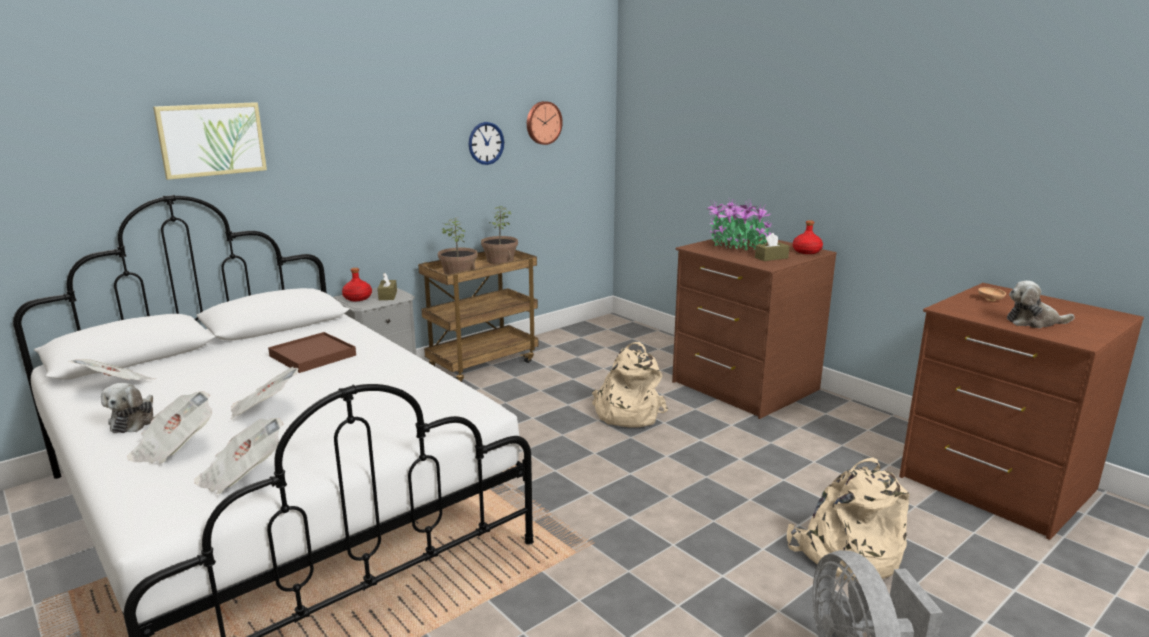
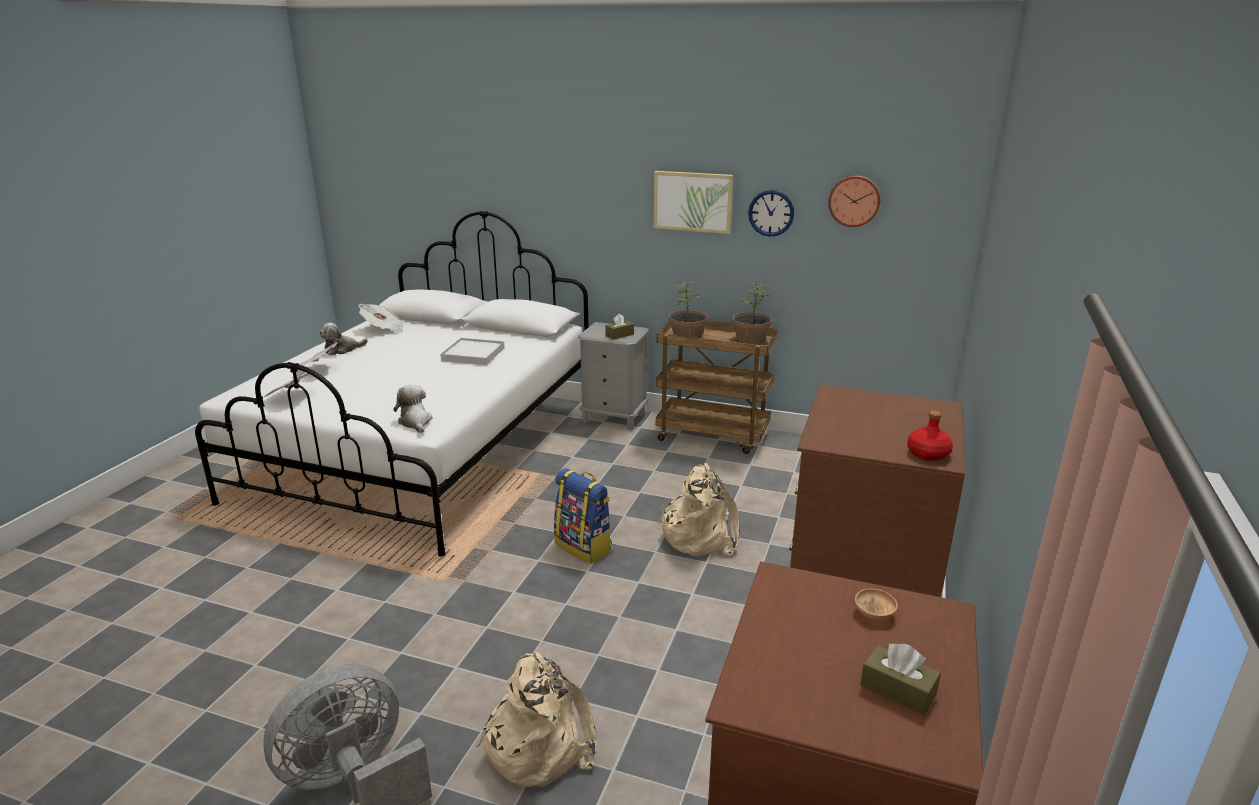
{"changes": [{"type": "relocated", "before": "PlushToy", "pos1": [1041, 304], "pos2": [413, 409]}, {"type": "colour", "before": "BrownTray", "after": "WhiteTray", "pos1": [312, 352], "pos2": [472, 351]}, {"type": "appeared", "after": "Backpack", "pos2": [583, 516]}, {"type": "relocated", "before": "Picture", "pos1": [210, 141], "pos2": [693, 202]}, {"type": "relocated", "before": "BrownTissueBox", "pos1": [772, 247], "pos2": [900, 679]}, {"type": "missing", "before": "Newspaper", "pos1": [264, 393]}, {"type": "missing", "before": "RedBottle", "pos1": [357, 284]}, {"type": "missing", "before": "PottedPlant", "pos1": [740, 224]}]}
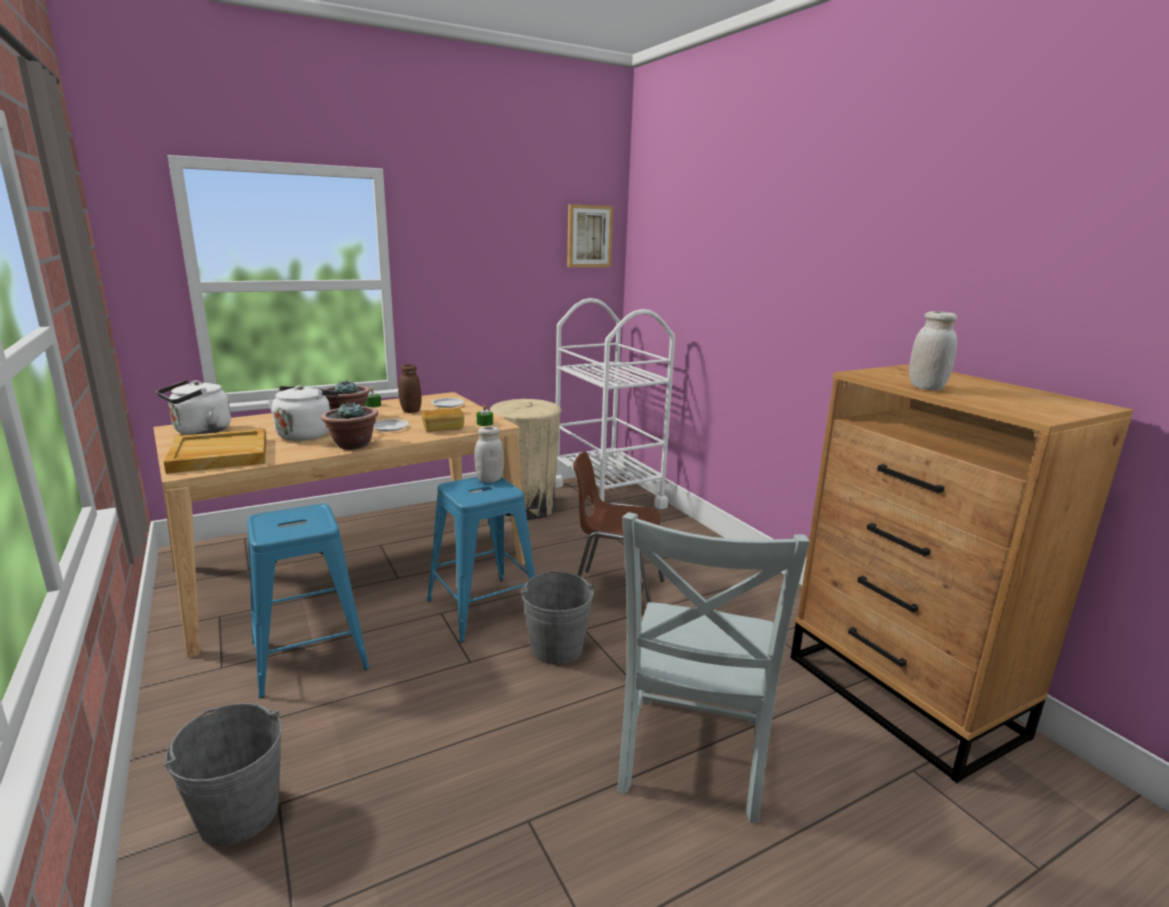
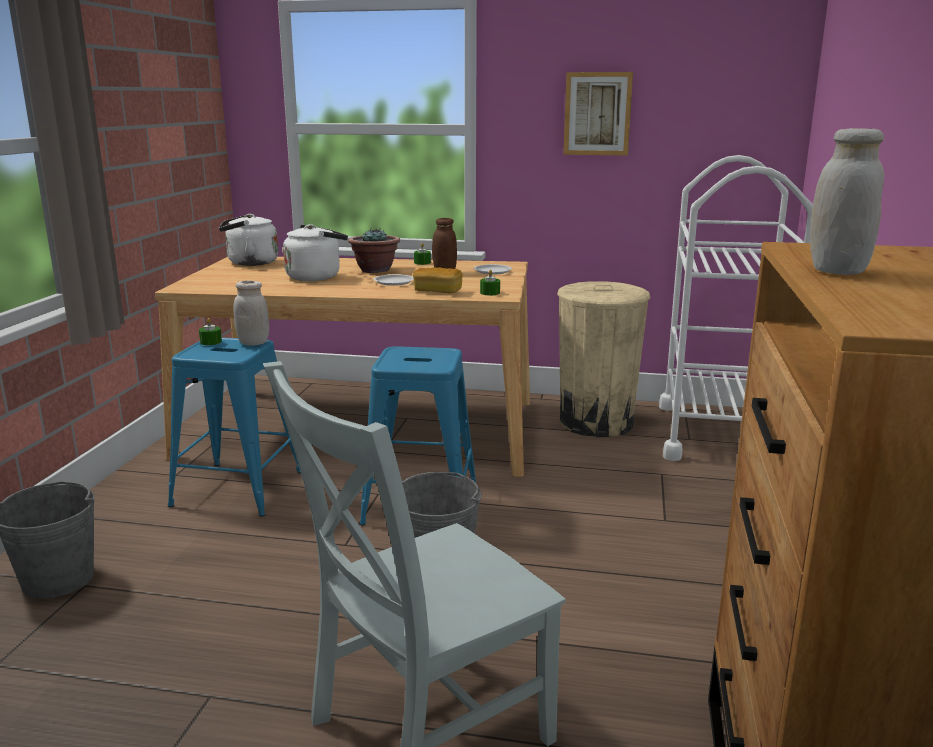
{"changes": [{"type": "appeared", "after": "GreenCandle", "pos2": [210, 331]}, {"type": "relocated", "before": "WhiteJar", "pos1": [489, 454], "pos2": [251, 313]}, {"type": "relocated", "before": "Picture", "pos1": [590, 235], "pos2": [598, 114]}, {"type": "missing", "before": "BeigeTray", "pos1": [215, 451]}, {"type": "missing", "before": "PottedPlant", "pos1": [349, 425]}, {"type": "missing", "before": "BrownChair", "pos1": [618, 528]}]}
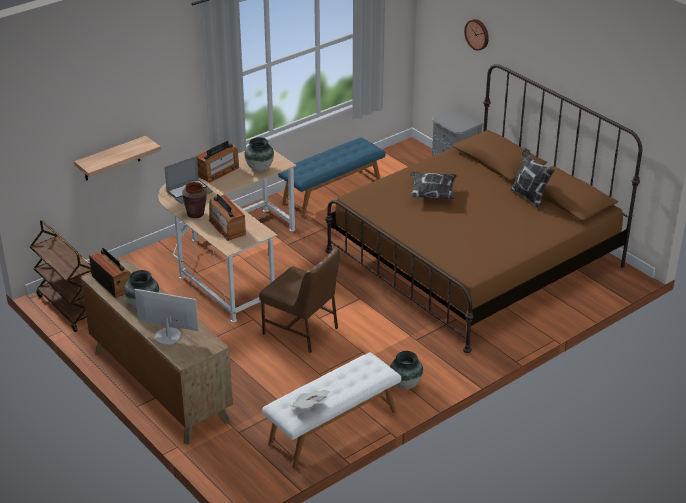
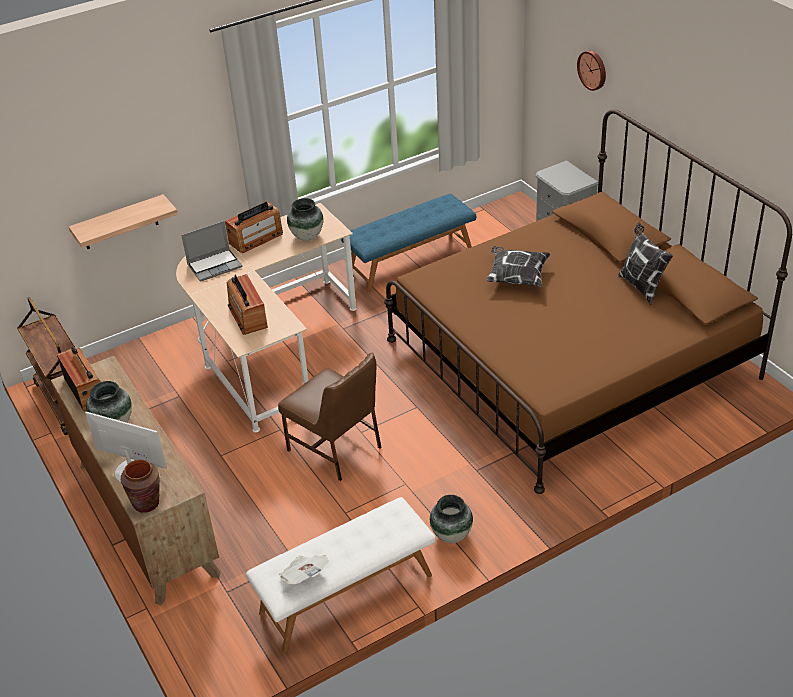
{"changes": [{"type": "relocated", "before": "BrownVase", "pos1": [194, 200], "pos2": [140, 486]}]}
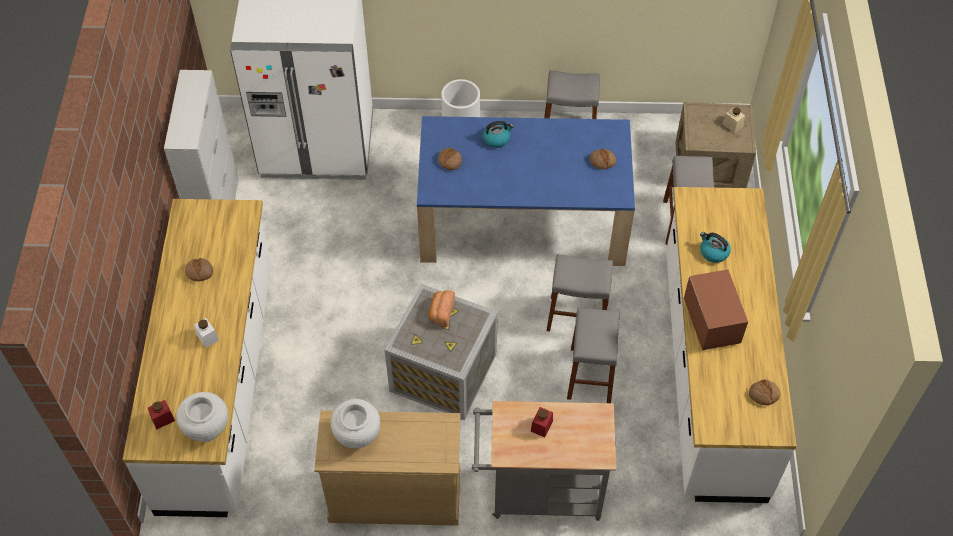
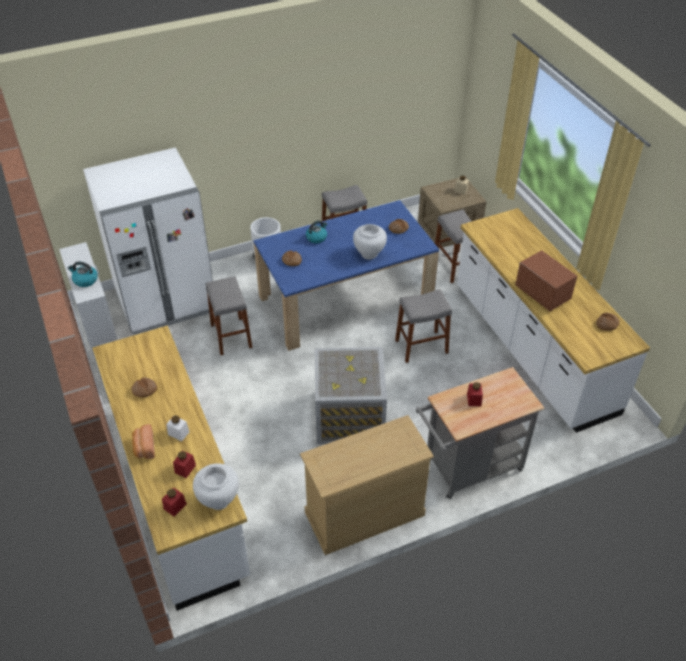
{"changes": [{"type": "relocated", "before": "Kettle", "pos1": [715, 247], "pos2": [83, 274]}, {"type": "relocated", "before": "Bread", "pos1": [441, 309], "pos2": [143, 441]}, {"type": "appeared", "after": "RedJar", "pos2": [184, 464]}, {"type": "relocated", "before": "GreyStool", "pos1": [593, 355], "pos2": [229, 315]}, {"type": "relocated", "before": "WhiteVase", "pos1": [355, 424], "pos2": [370, 242]}]}
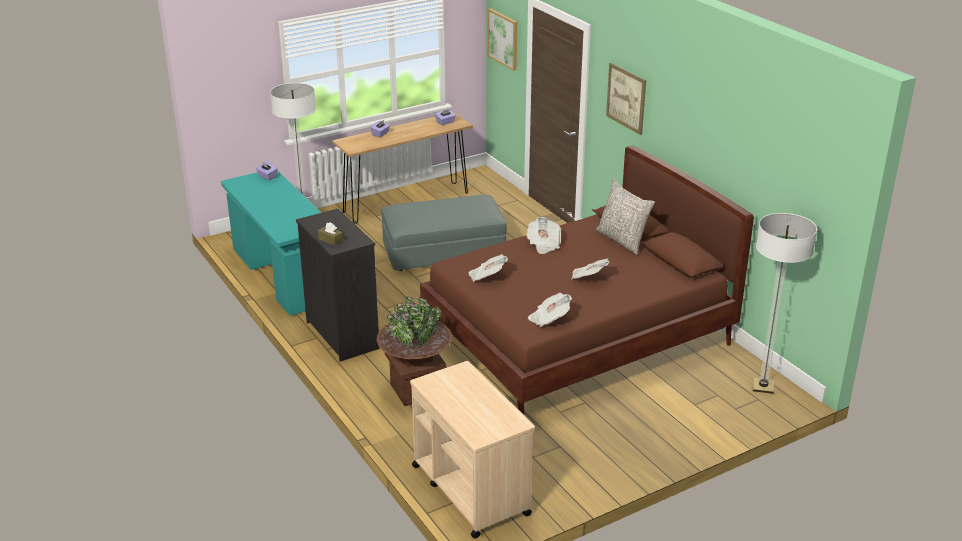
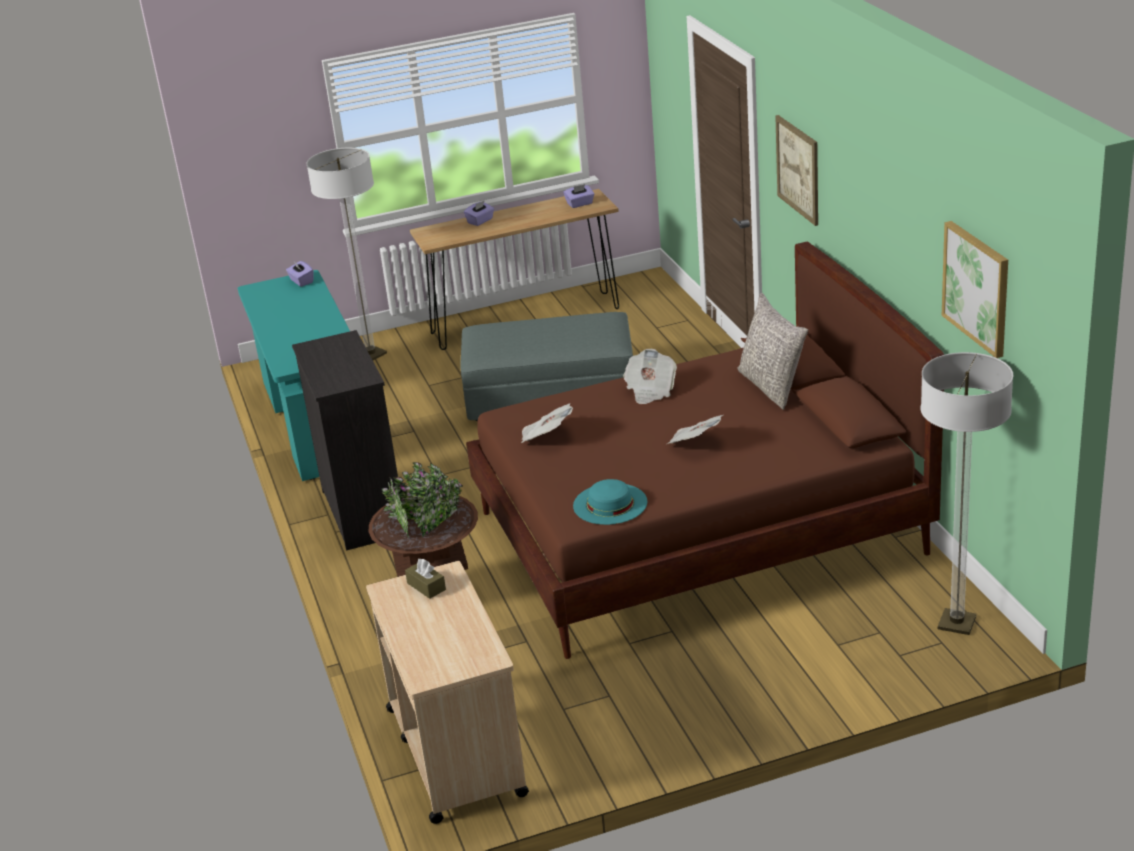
{"changes": [{"type": "relocated", "before": "BrownTissueBox", "pos1": [330, 234], "pos2": [425, 579]}, {"type": "exchanged", "before": "Newspaper", "after": "TurquoiseHat", "pos1": [550, 310], "pos2": [610, 502]}, {"type": "relocated", "before": "Picture", "pos1": [502, 39], "pos2": [975, 289]}]}
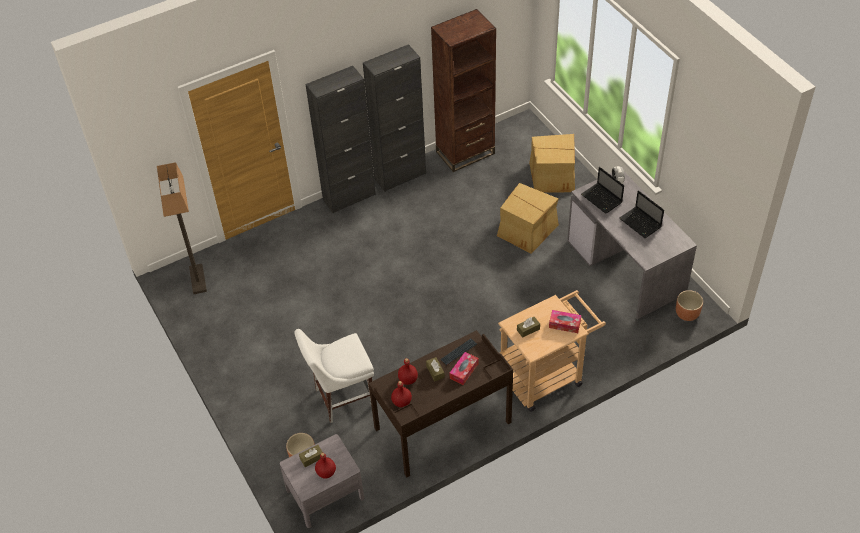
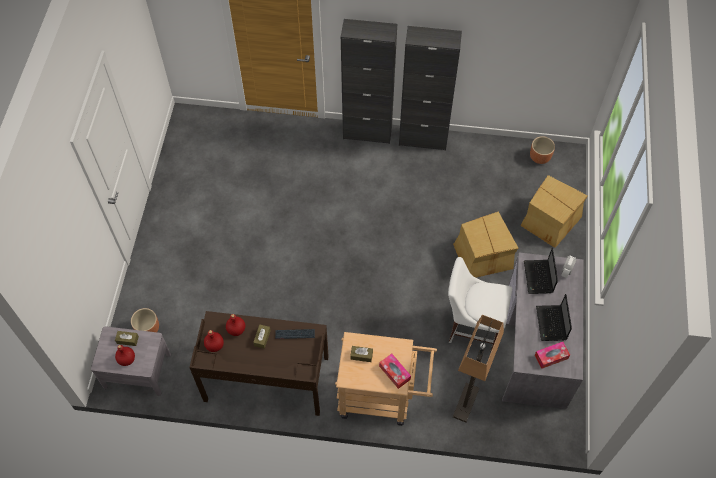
{"changes": [{"type": "relocated", "before": "WhiteChair", "pos1": [334, 376], "pos2": [480, 304]}, {"type": "relocated", "before": "FloorLamp", "pos1": [182, 228], "pos2": [478, 369]}, {"type": "relocated", "before": "BrownPlanter", "pos1": [689, 305], "pos2": [542, 150]}, {"type": "relocated", "before": "TissueBox", "pos1": [464, 368], "pos2": [552, 355]}, {"type": "missing", "before": "BrownBookcase", "pos1": [463, 90]}]}
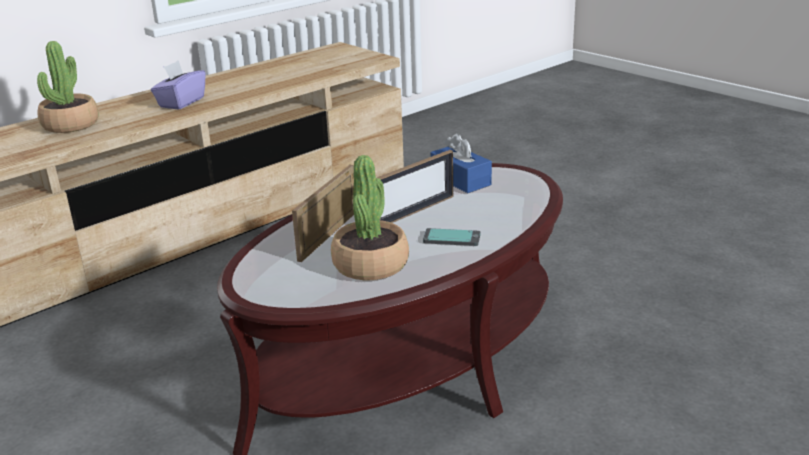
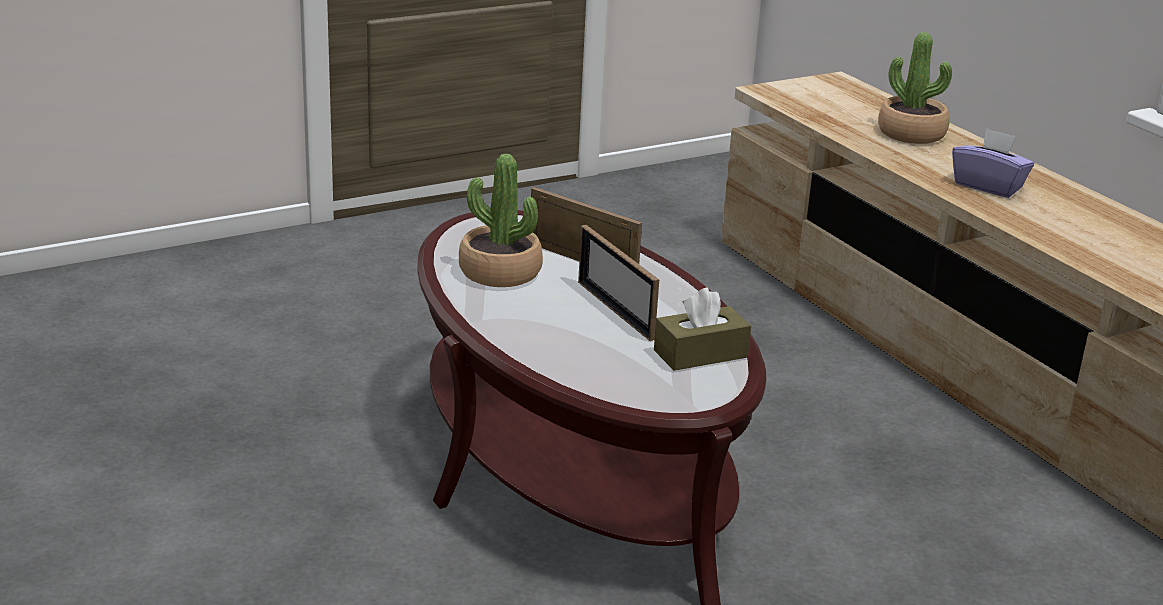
{"changes": [{"type": "colour", "before": "BlueTissueBox", "after": "BrownTissueBox", "pos1": [461, 163], "pos2": [702, 329]}, {"type": "missing", "before": "Phone", "pos1": [451, 237]}]}
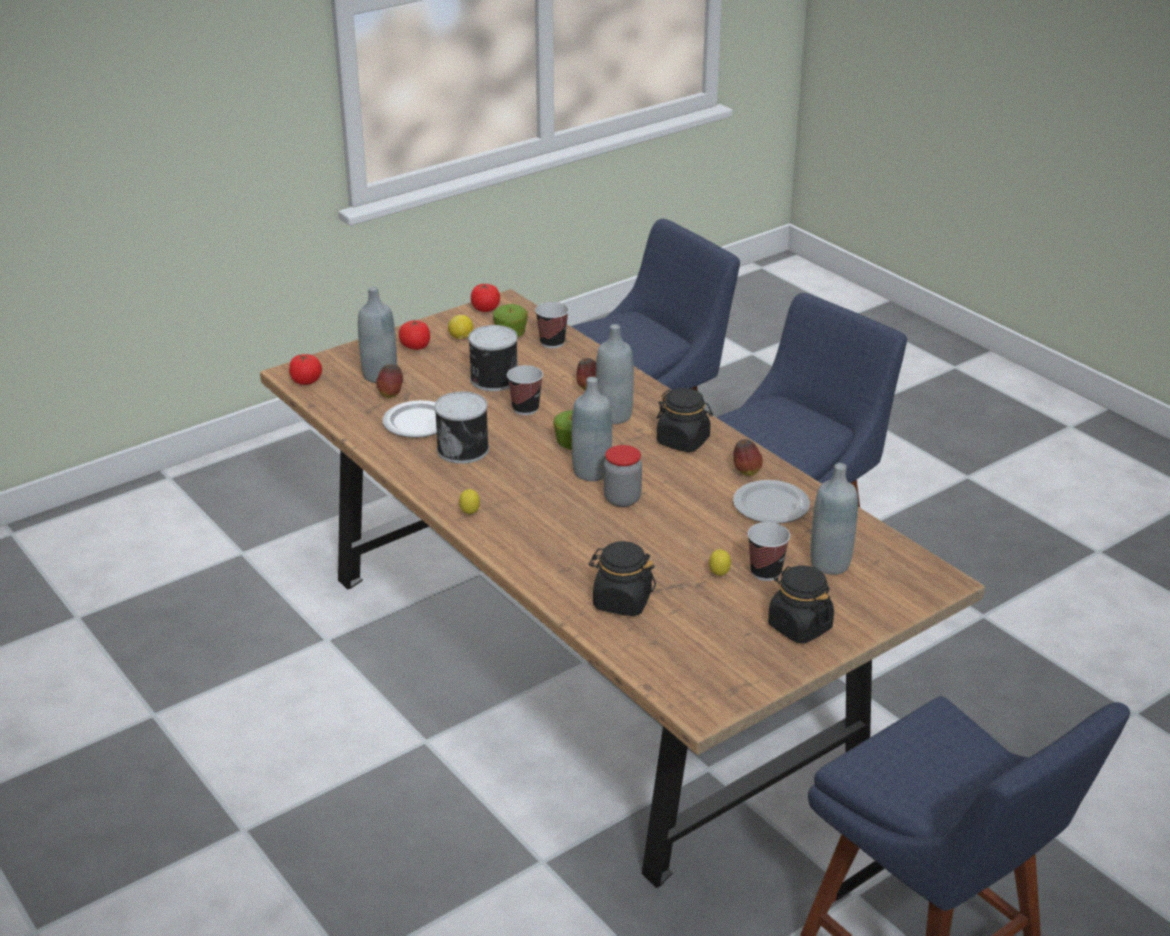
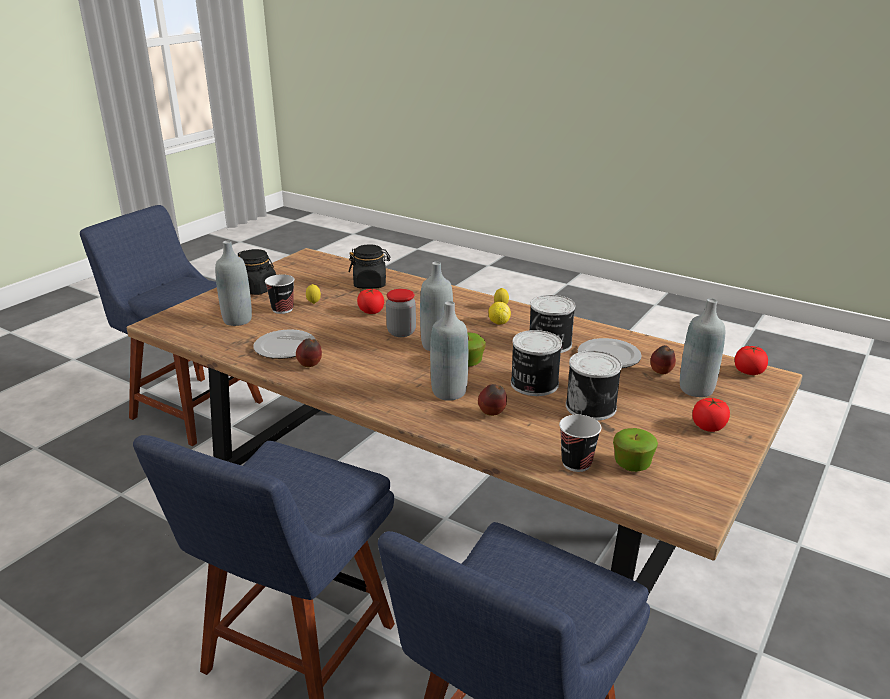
{"changes": [{"type": "relocated", "before": "Tomato", "pos1": [485, 297], "pos2": [370, 301]}, {"type": "relocated", "before": "Lemon", "pos1": [460, 327], "pos2": [500, 313]}, {"type": "exchanged", "before": "Cup", "after": "Can", "pos1": [525, 390], "pos2": [536, 363]}, {"type": "missing", "before": "BlackJar", "pos1": [685, 420]}]}
